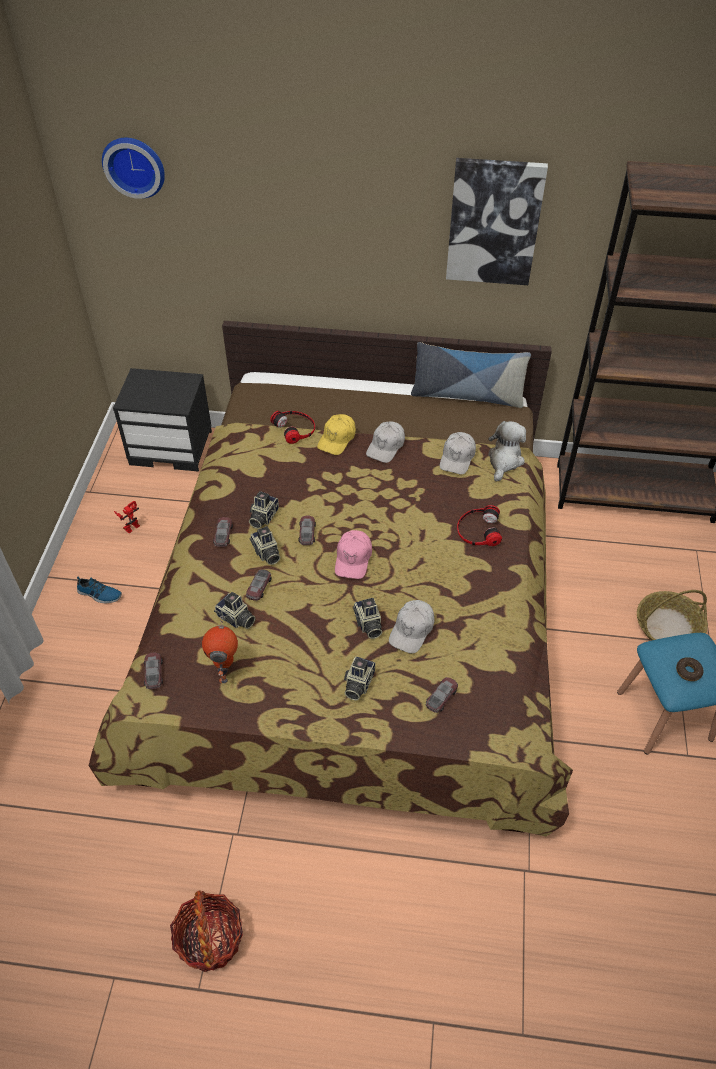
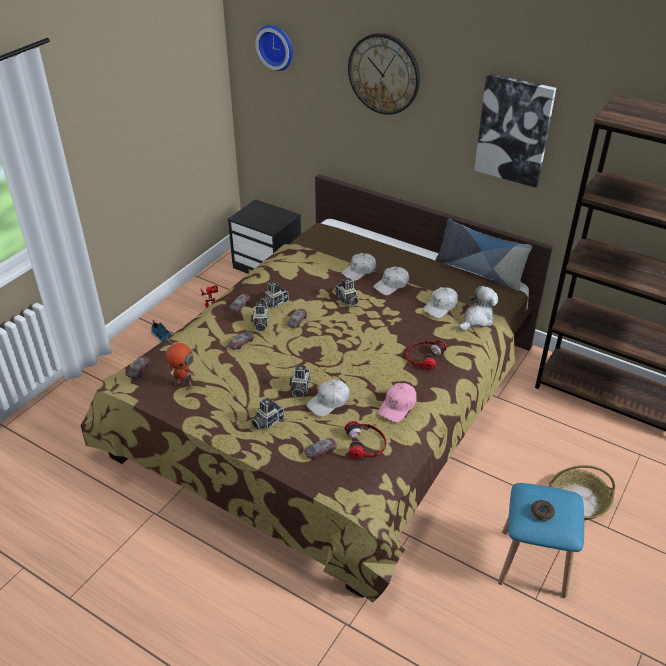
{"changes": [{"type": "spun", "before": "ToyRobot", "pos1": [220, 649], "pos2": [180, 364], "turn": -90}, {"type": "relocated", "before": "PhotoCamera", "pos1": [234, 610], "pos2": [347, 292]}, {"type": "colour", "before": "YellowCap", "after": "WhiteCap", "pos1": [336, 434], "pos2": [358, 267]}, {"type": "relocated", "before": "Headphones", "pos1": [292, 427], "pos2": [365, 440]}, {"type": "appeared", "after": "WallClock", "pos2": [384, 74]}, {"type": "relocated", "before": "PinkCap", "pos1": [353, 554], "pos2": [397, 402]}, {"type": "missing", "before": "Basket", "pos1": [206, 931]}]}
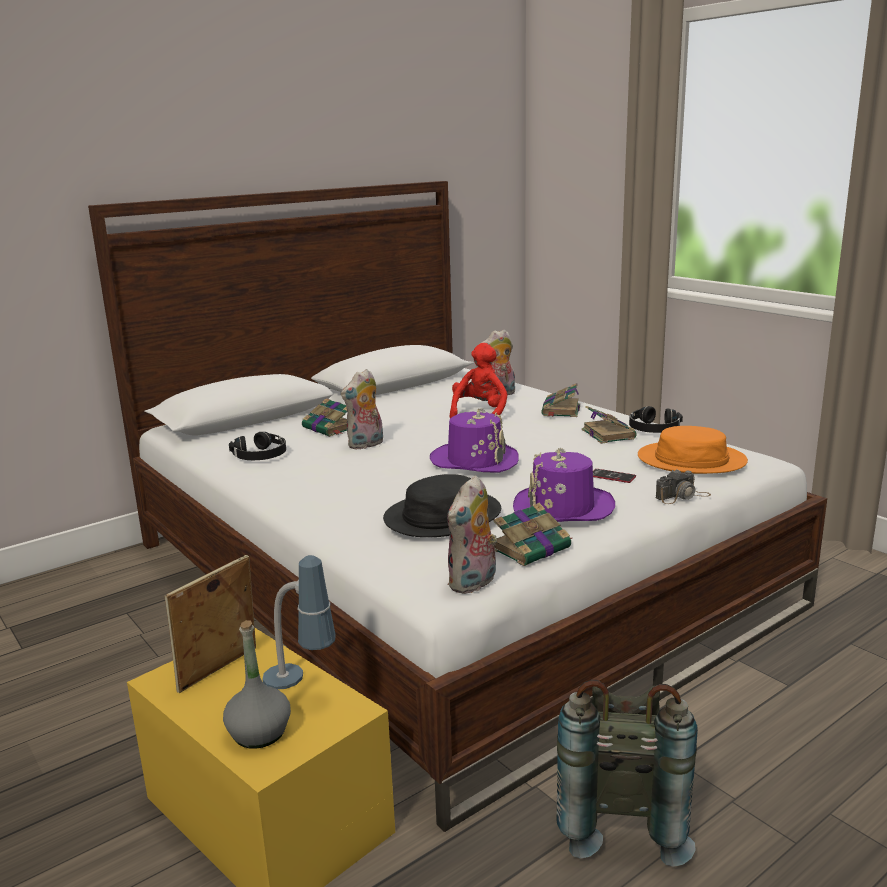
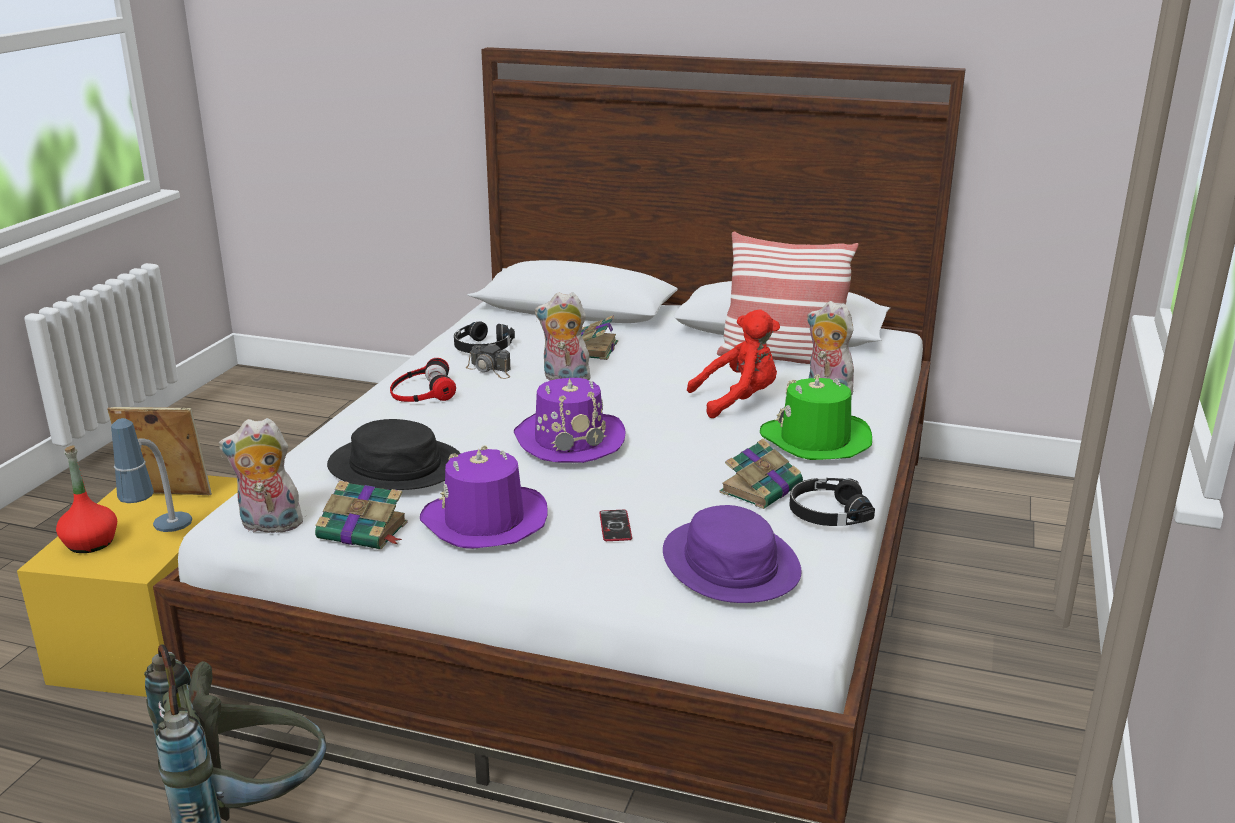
{"changes": [{"type": "colour", "before": "GreyBottle", "after": "RedBottle", "pos1": [257, 684], "pos2": [86, 499]}, {"type": "appeared", "after": "Headphones", "pos2": [423, 380]}, {"type": "relocated", "before": "PhotoCamera", "pos1": [683, 486], "pos2": [488, 361]}, {"type": "colour", "before": "OrangeHat", "after": "PurpleHat", "pos1": [693, 450], "pos2": [732, 554]}, {"type": "appeared", "after": "Pillow", "pos2": [788, 298]}, {"type": "exchanged", "before": "Book", "after": "GreenHat", "pos1": [560, 400], "pos2": [816, 417]}]}
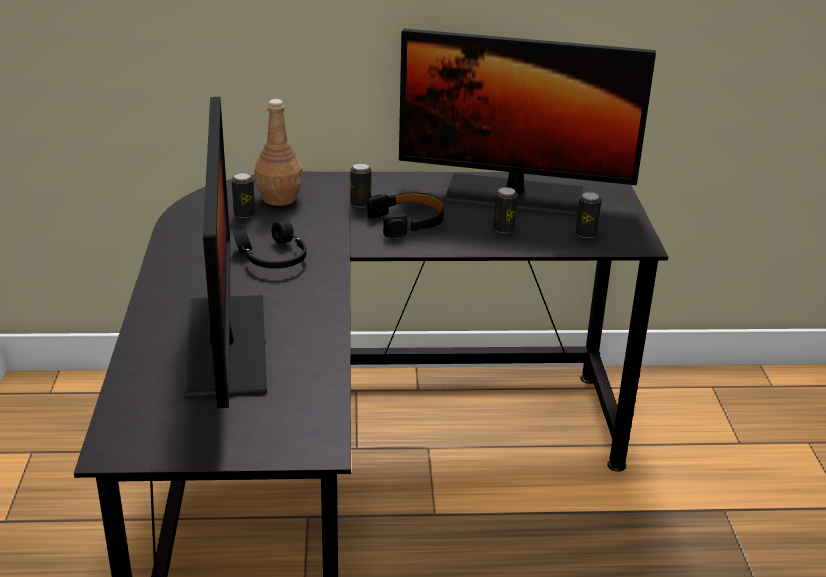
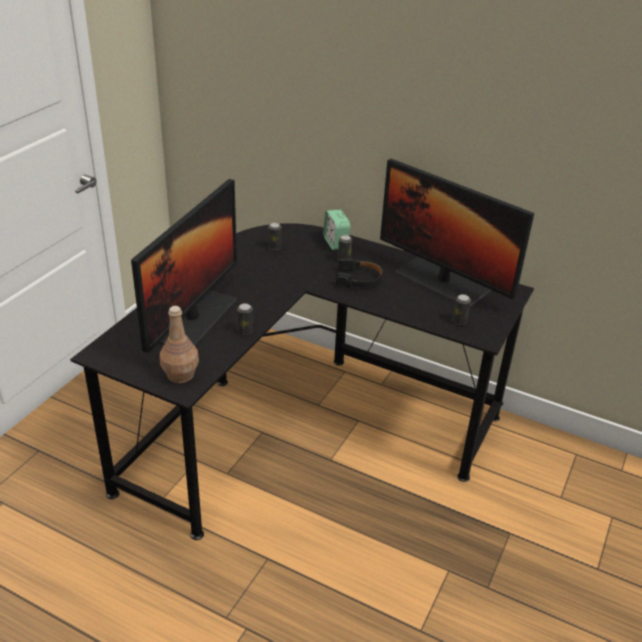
{"changes": [{"type": "relocated", "before": "BrownBottle", "pos1": [278, 152], "pos2": [179, 344]}, {"type": "relocated", "before": "Can", "pos1": [505, 210], "pos2": [245, 319]}, {"type": "appeared", "after": "AlarmClock", "pos2": [337, 230]}, {"type": "missing", "before": "BlackHeadphones", "pos1": [270, 244]}]}
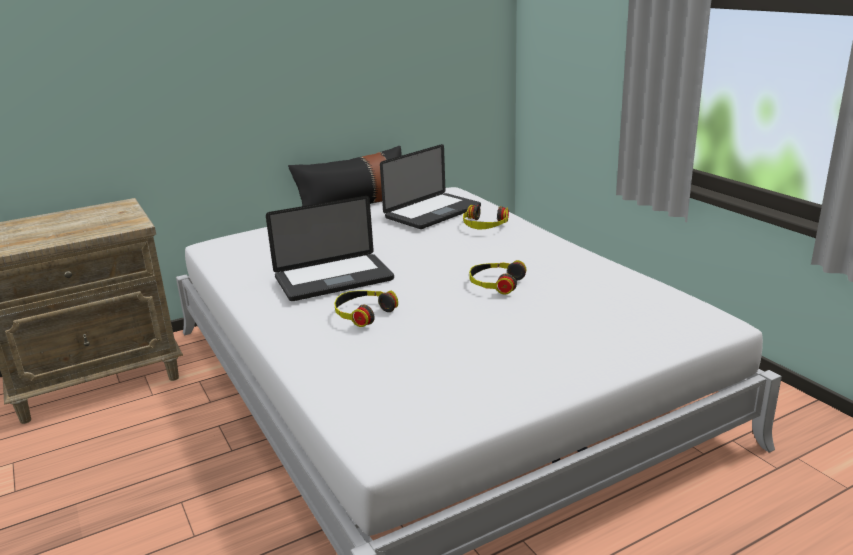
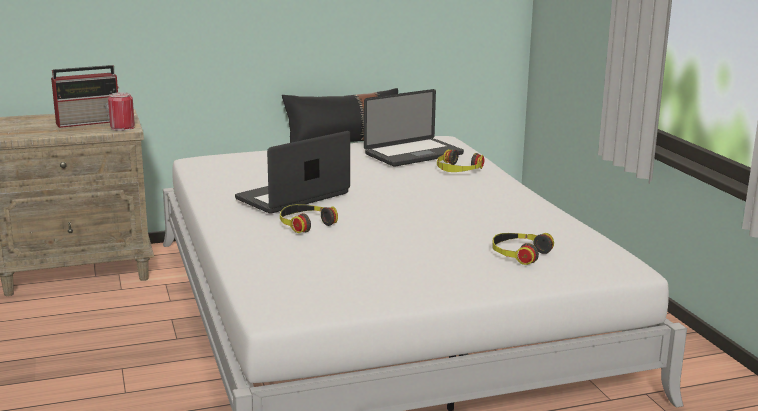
{"changes": [{"type": "appeared", "after": "Radio", "pos2": [85, 96]}, {"type": "appeared", "after": "Can", "pos2": [121, 111]}, {"type": "spun", "before": "Laptop", "pos1": [330, 248], "pos2": [292, 172], "turn": 150}, {"type": "relocated", "before": "Headphones", "pos1": [498, 277], "pos2": [523, 249]}]}
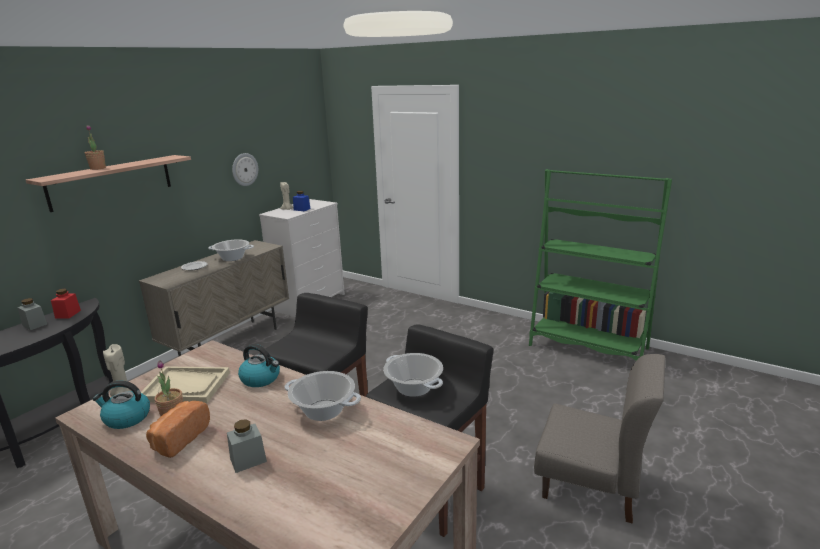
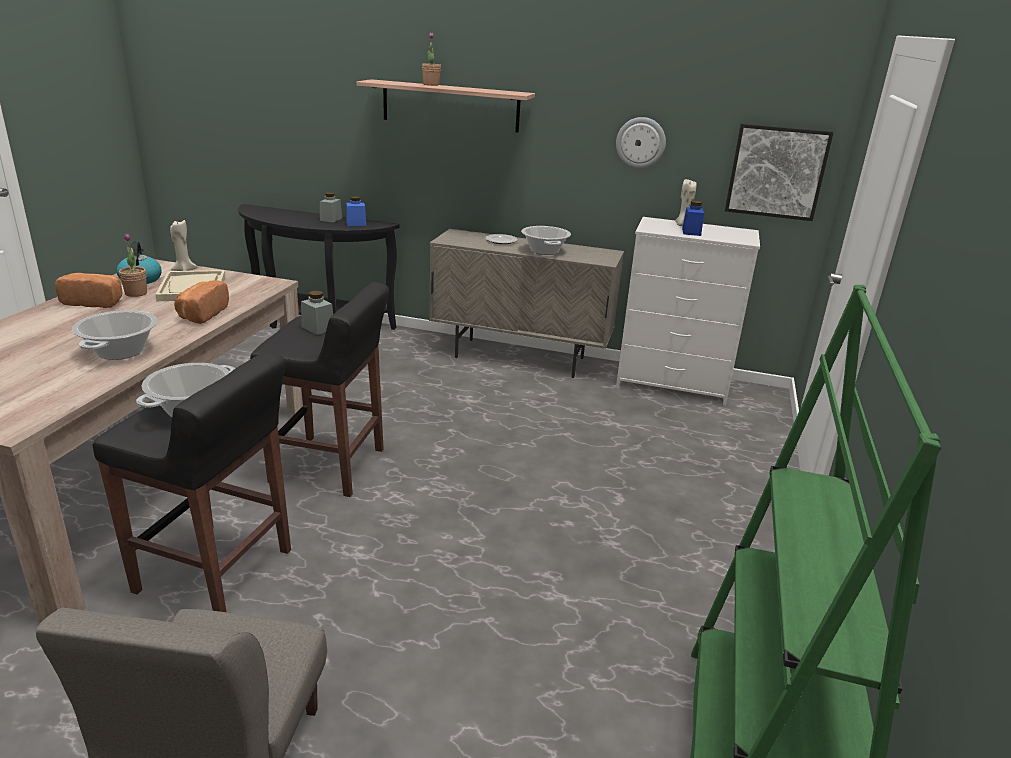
{"changes": [{"type": "exchanged", "before": "Kettle", "after": "Bread", "pos1": [259, 365], "pos2": [201, 302]}, {"type": "relocated", "before": "GreyJar", "pos1": [247, 446], "pos2": [317, 313]}, {"type": "colour", "before": "RedJar", "after": "BlueJar", "pos1": [66, 304], "pos2": [356, 211]}, {"type": "appeared", "after": "Picture", "pos2": [779, 172]}]}
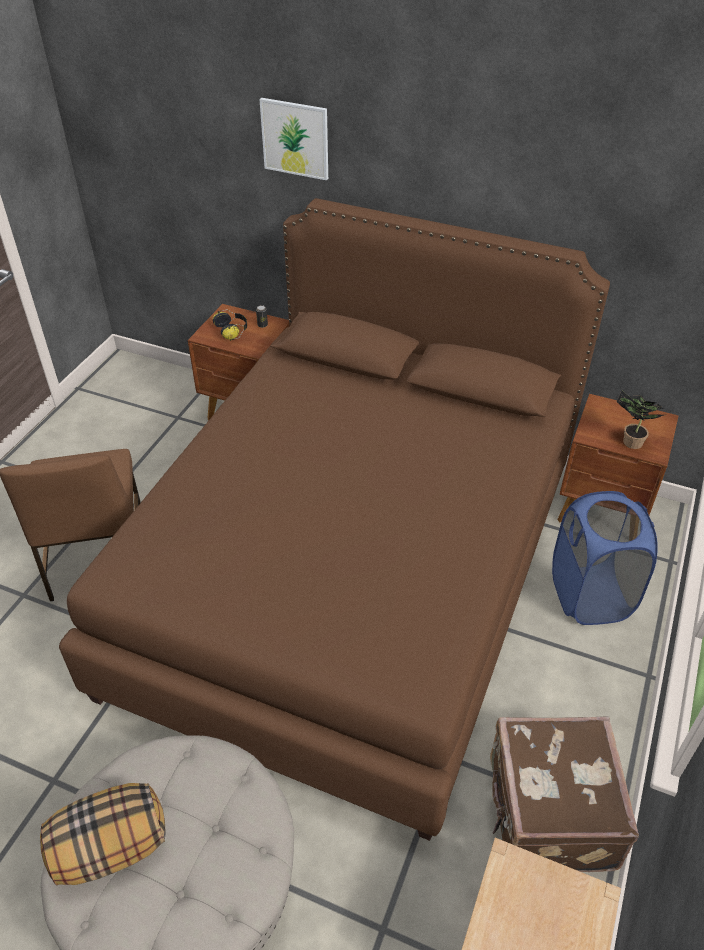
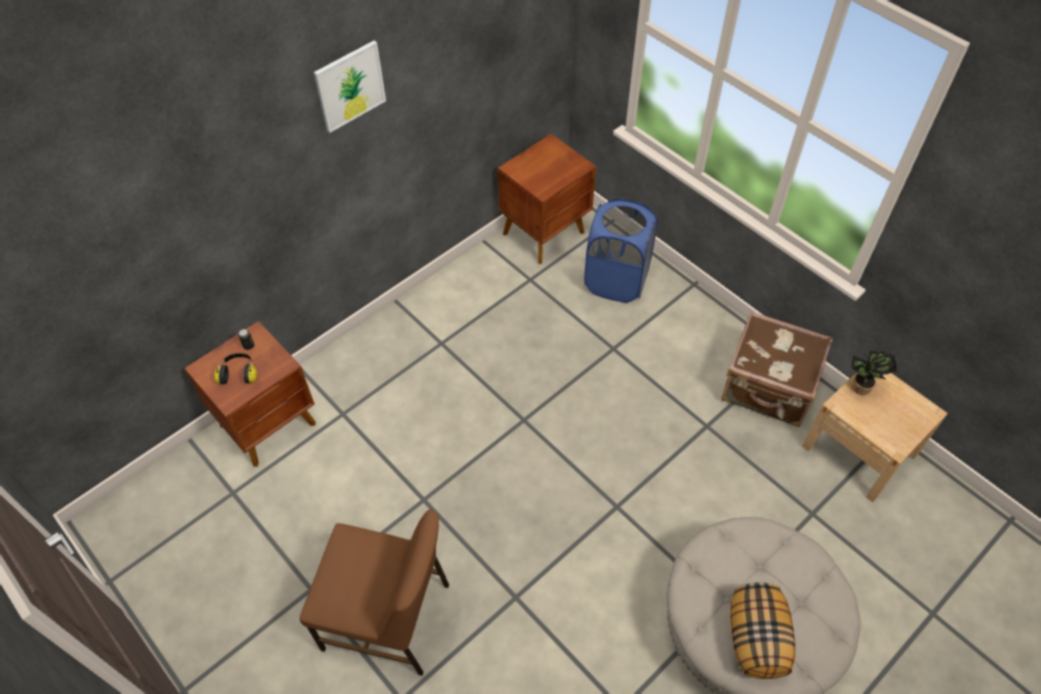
{"changes": [{"type": "relocated", "before": "Picture", "pos1": [293, 139], "pos2": [350, 87]}, {"type": "relocated", "before": "PottedPlant", "pos1": [640, 420], "pos2": [874, 372]}, {"type": "missing", "before": "BrownBed", "pos1": [334, 519]}]}
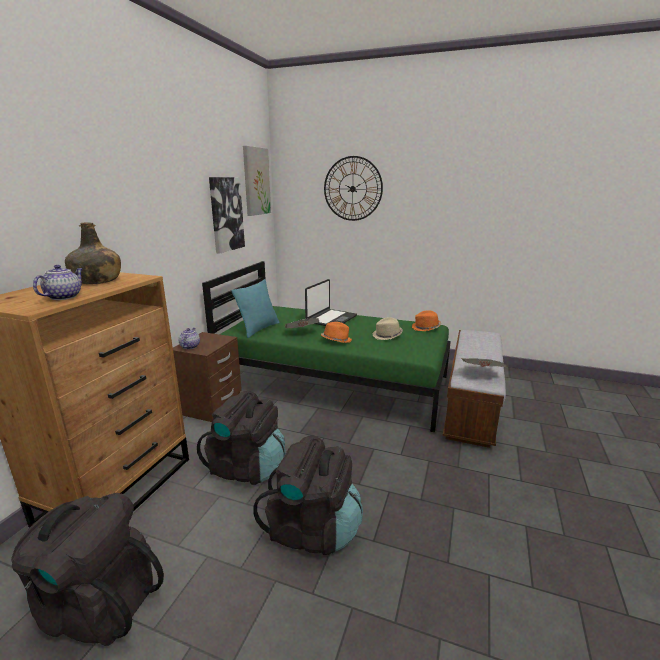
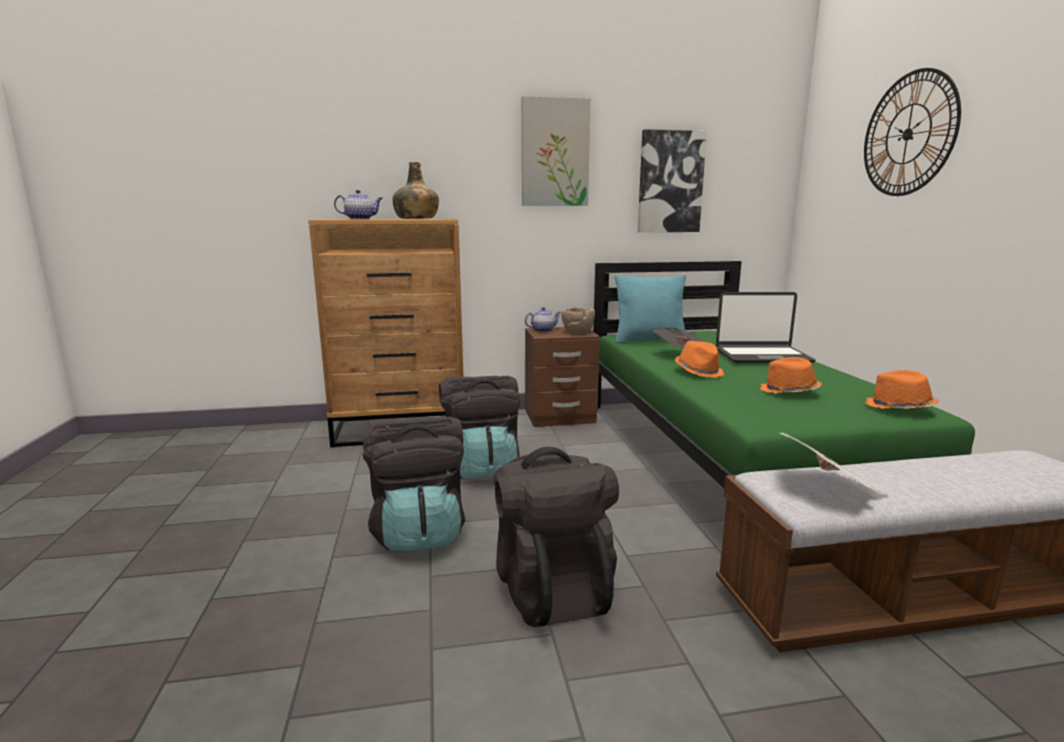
{"changes": [{"type": "relocated", "before": "BlackBackpack", "pos1": [87, 569], "pos2": [556, 537]}, {"type": "relocated", "before": "Picture", "pos1": [257, 181], "pos2": [556, 151]}, {"type": "appeared", "after": "BrownBowl", "pos2": [578, 320]}, {"type": "colour", "before": "BeigeHat", "after": "OrangeHat", "pos1": [387, 328], "pos2": [791, 375]}]}
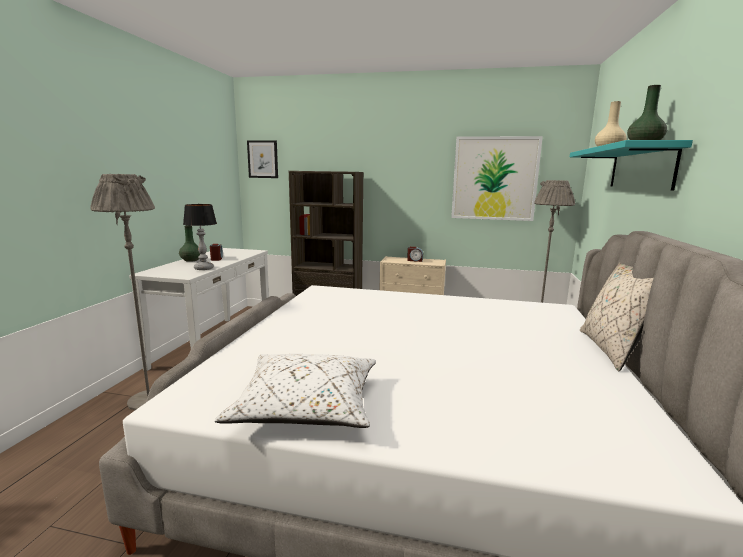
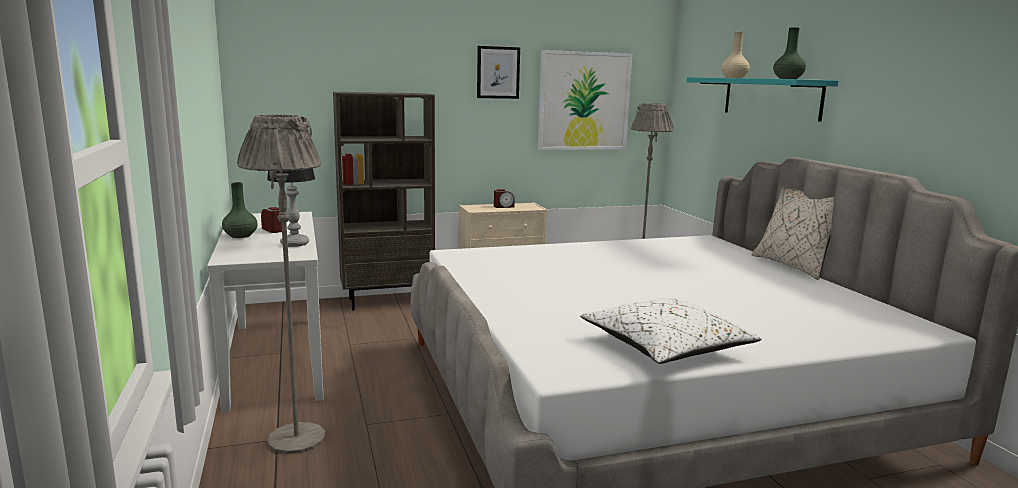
{"changes": [{"type": "relocated", "before": "Picture", "pos1": [262, 159], "pos2": [498, 72]}]}
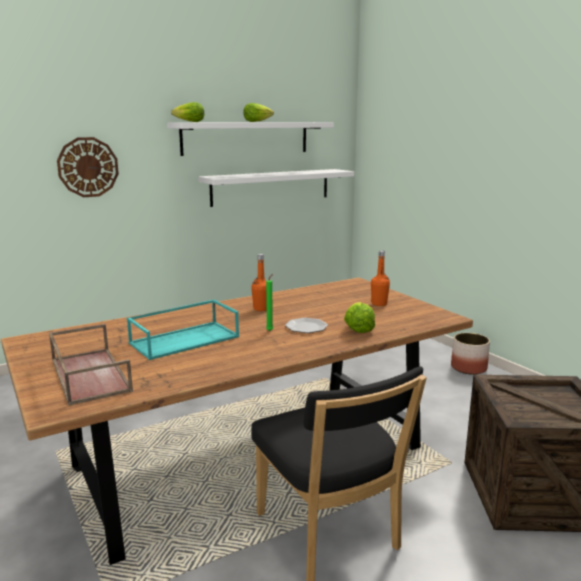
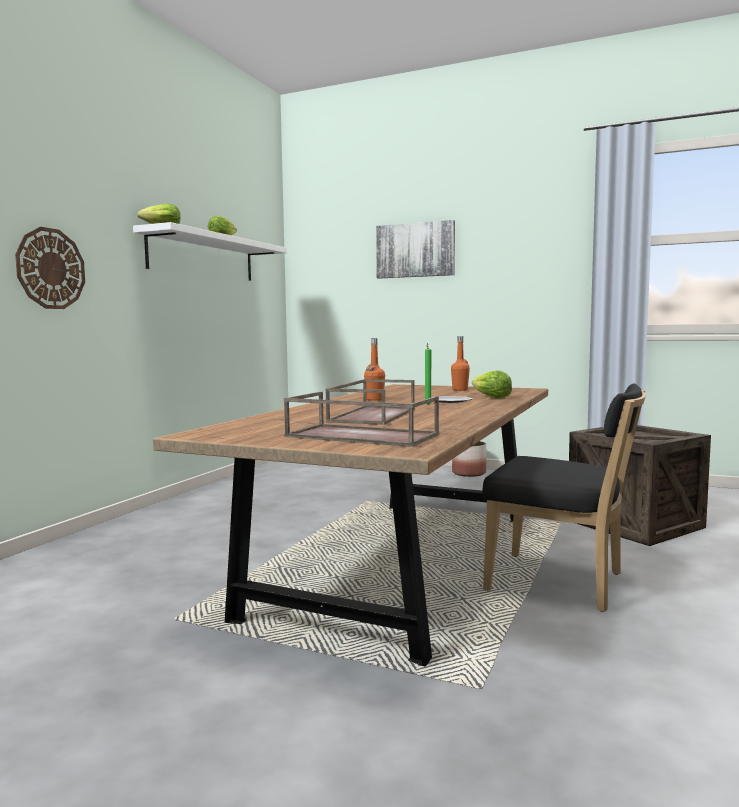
{"changes": [{"type": "colour", "before": "TurquoiseTray", "after": "BrownTray", "pos1": [183, 329], "pos2": [370, 402]}, {"type": "appeared", "after": "Picture", "pos2": [415, 249]}, {"type": "missing", "before": "WhiteShelf", "pos1": [276, 188]}]}
